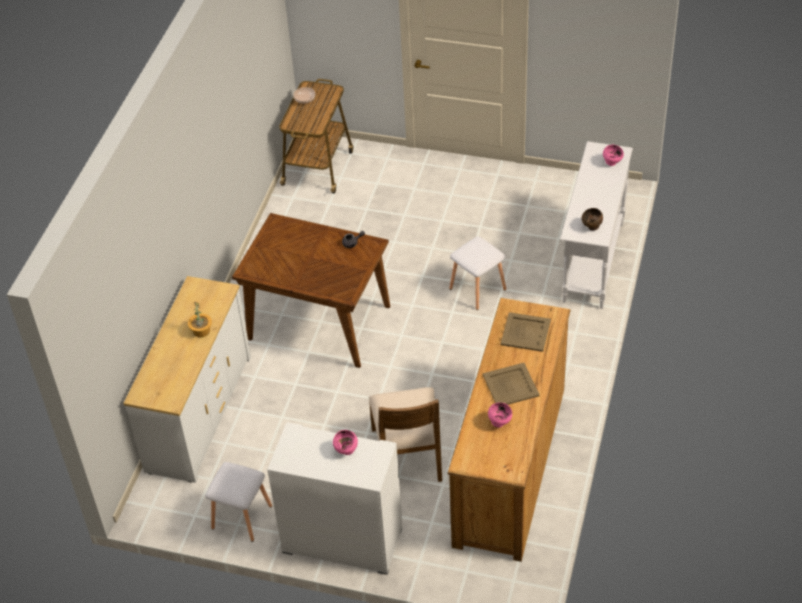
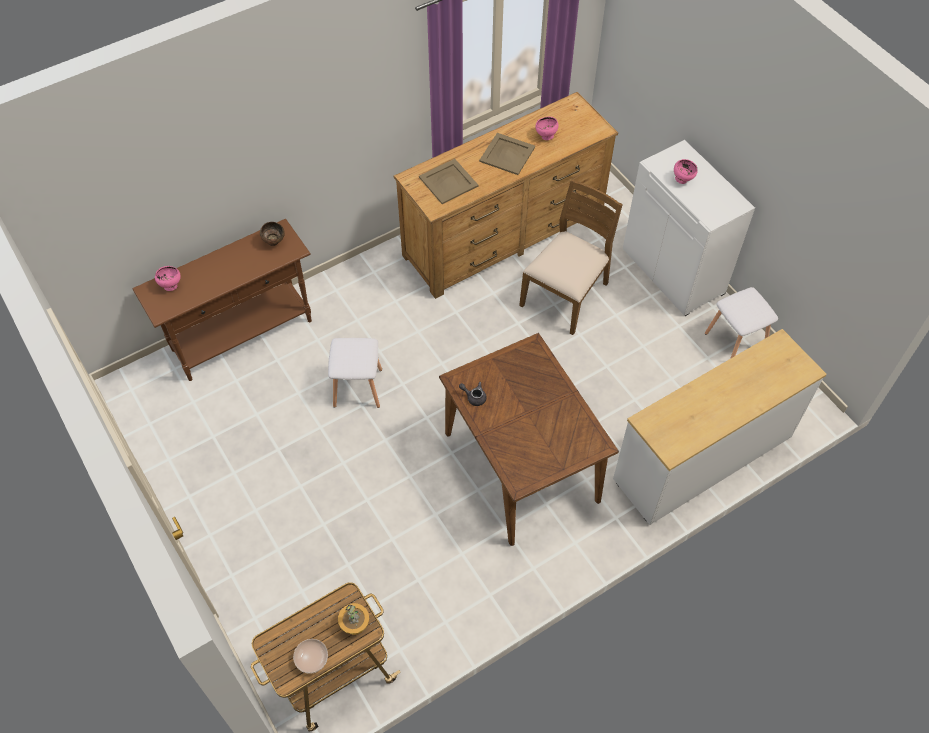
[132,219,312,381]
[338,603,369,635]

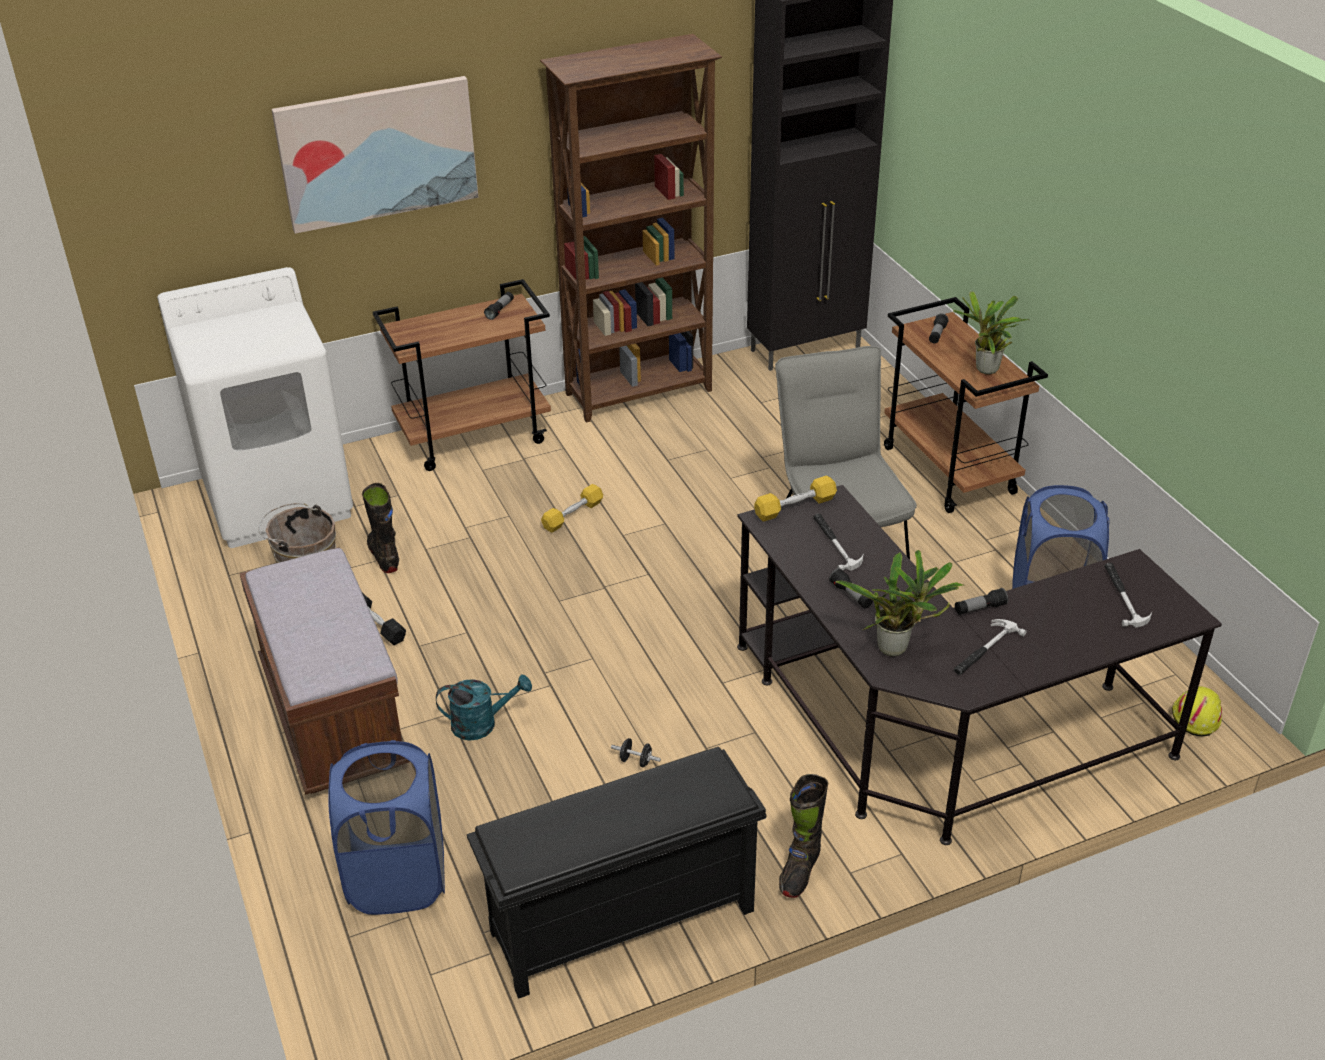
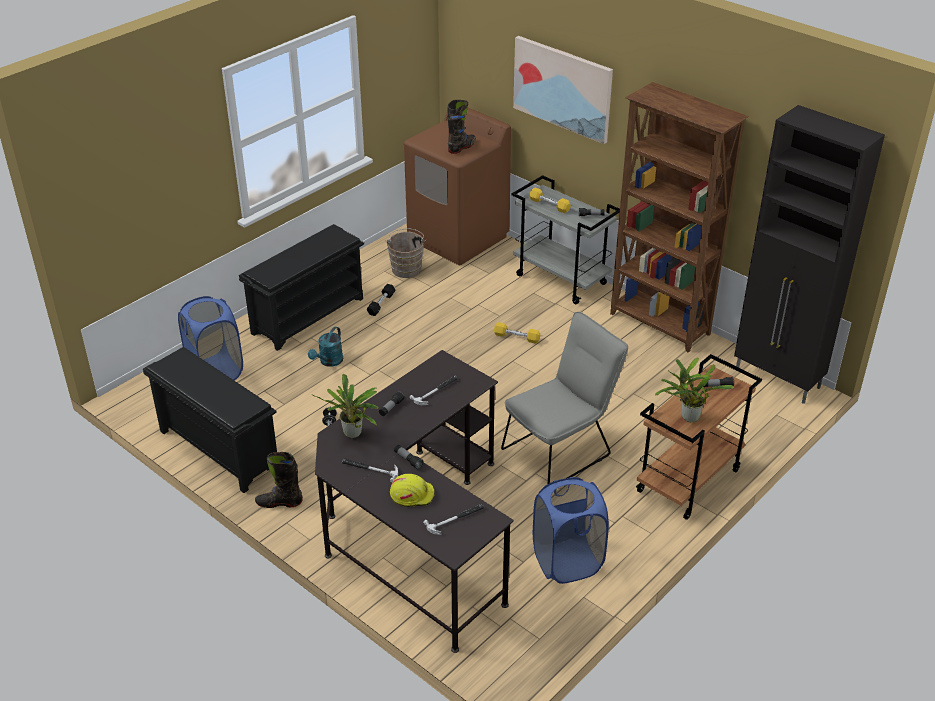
[239,224,364,351]
[308,327,343,367]
[390,474,435,507]
[404,108,511,265]
[448,100,476,154]
[512,175,620,304]
[529,187,571,213]

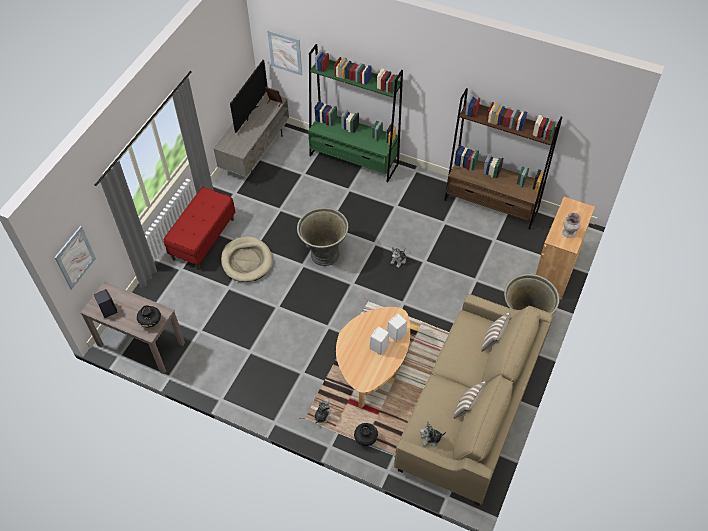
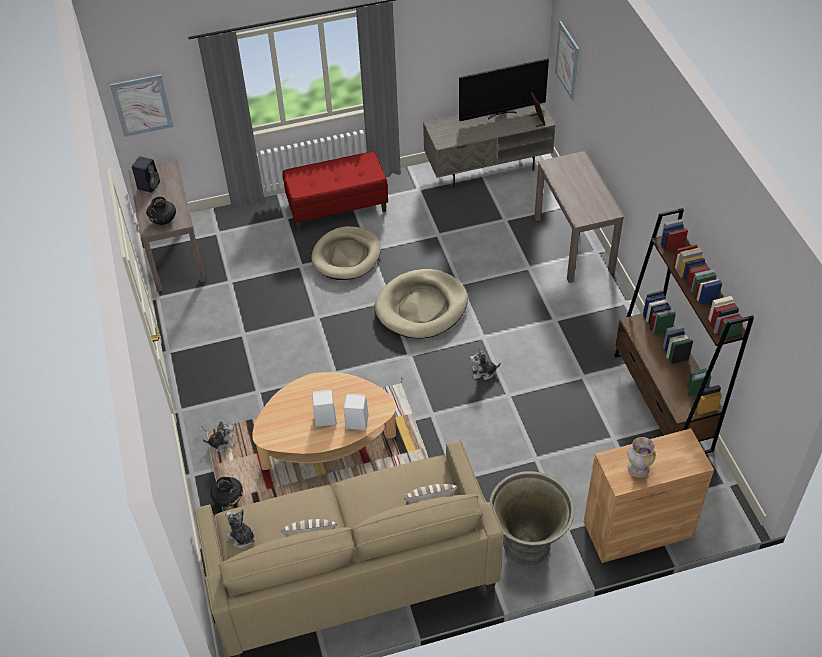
[375,269,468,339]
[534,151,624,283]

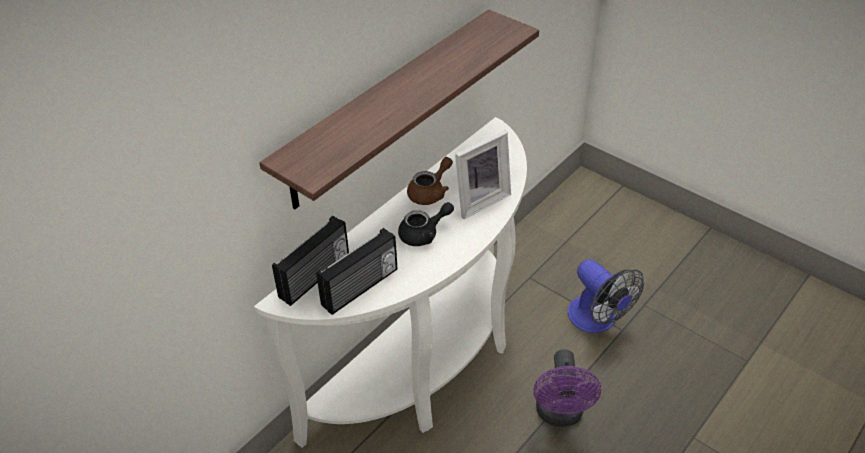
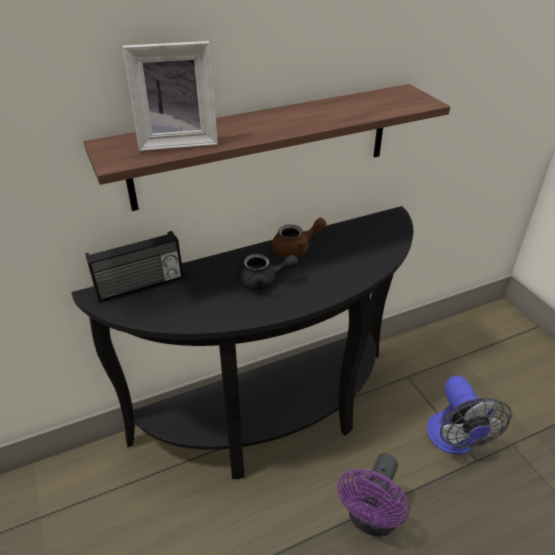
[71,206,413,479]
[122,41,218,151]
[316,228,397,315] (first image)

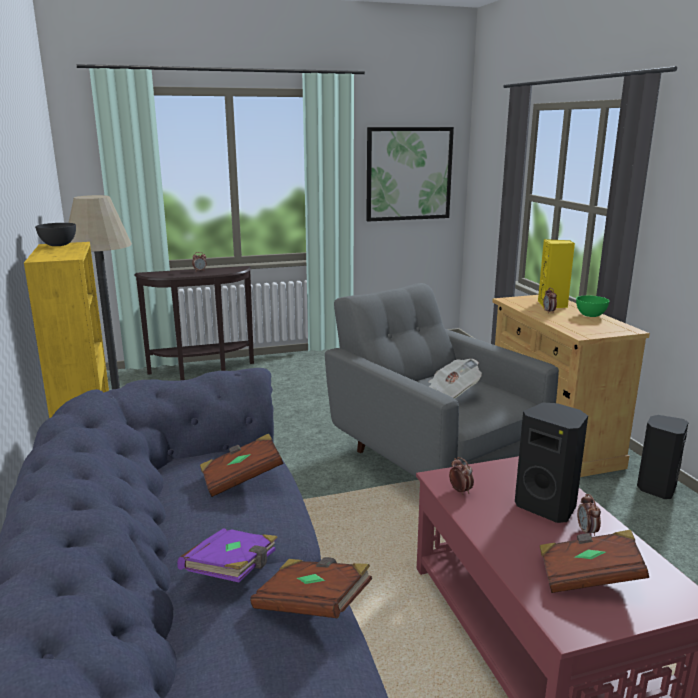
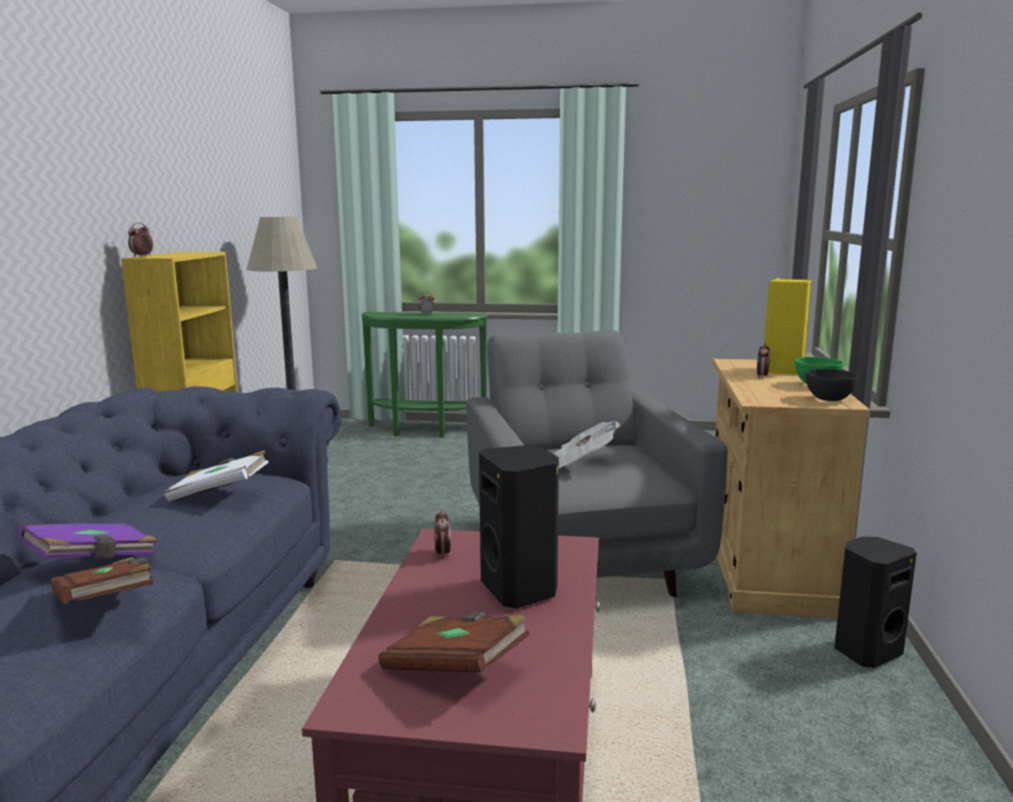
[128,223,153,257]
[164,450,269,502]
[361,312,489,438]
[806,369,858,401]
[366,127,454,221] (first image)

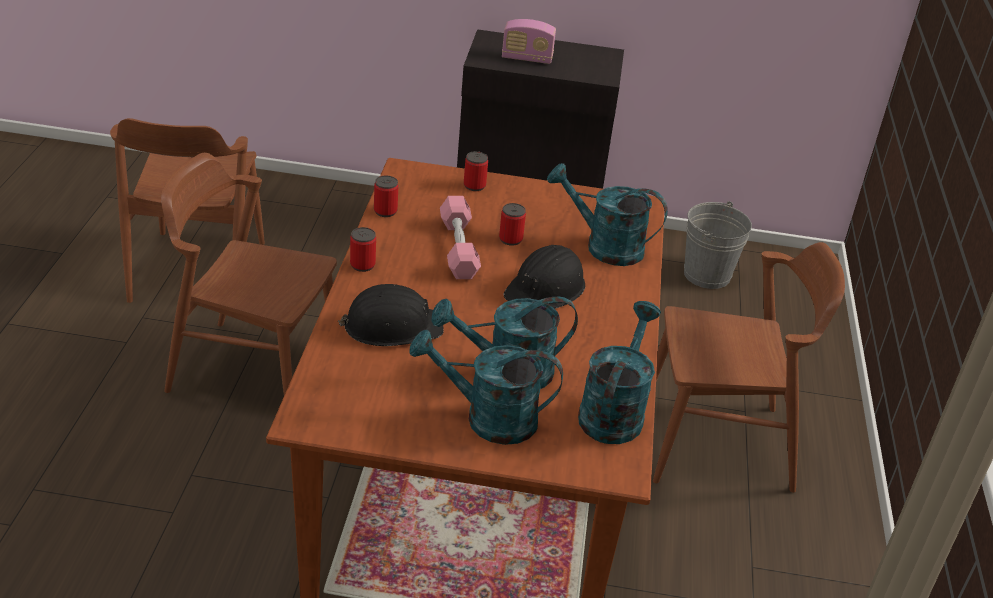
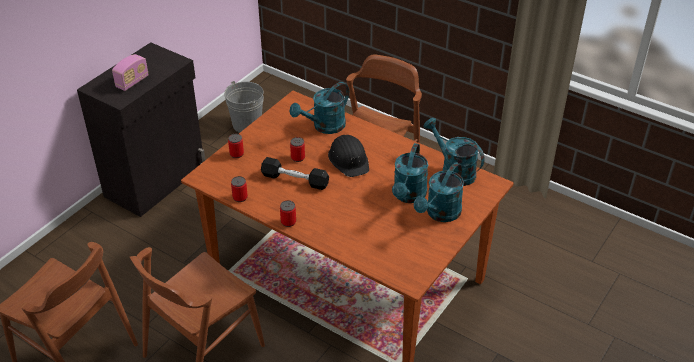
[261,157,329,190]
[338,284,444,346] (first image)

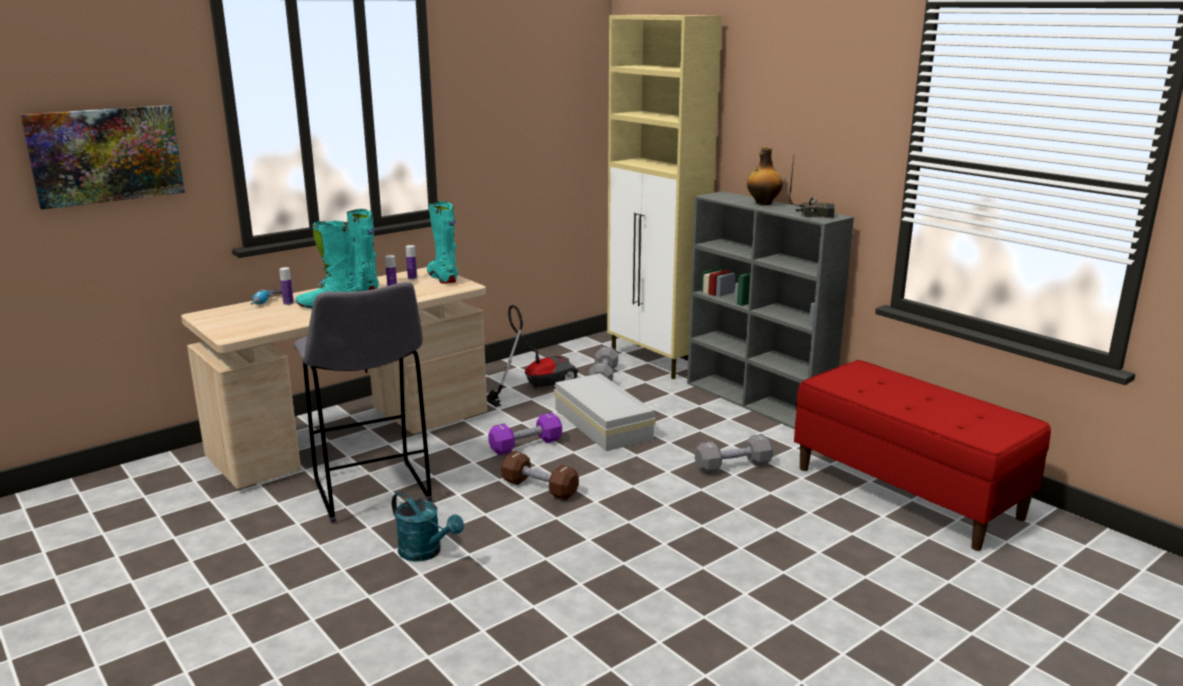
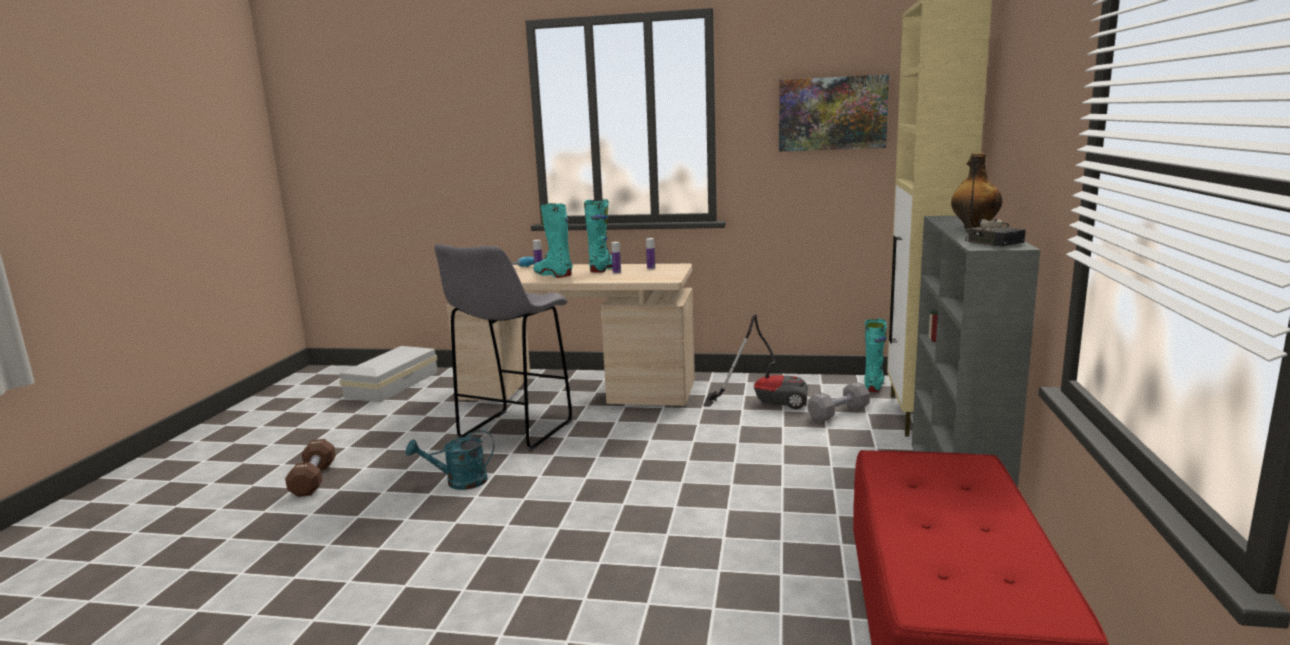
[285,439,336,497]
[339,346,438,402]
[406,430,494,490]
[779,74,889,151]
[864,319,887,392]
[488,412,562,455] (first image)
[695,434,773,474] (first image)

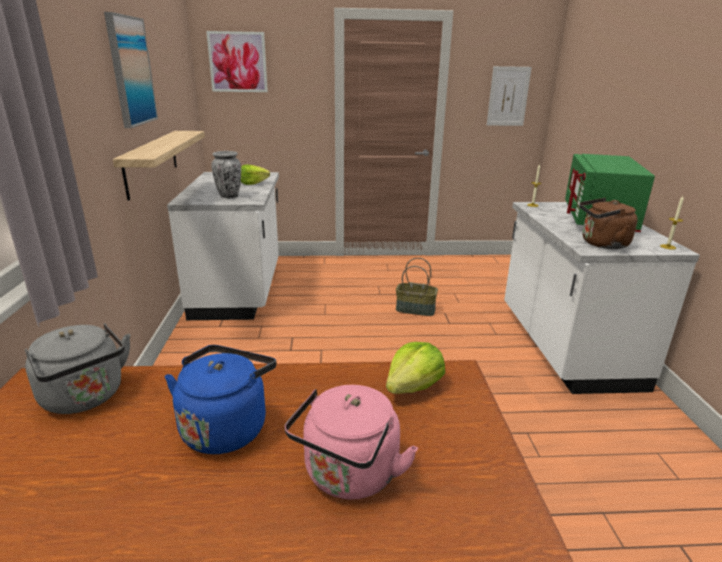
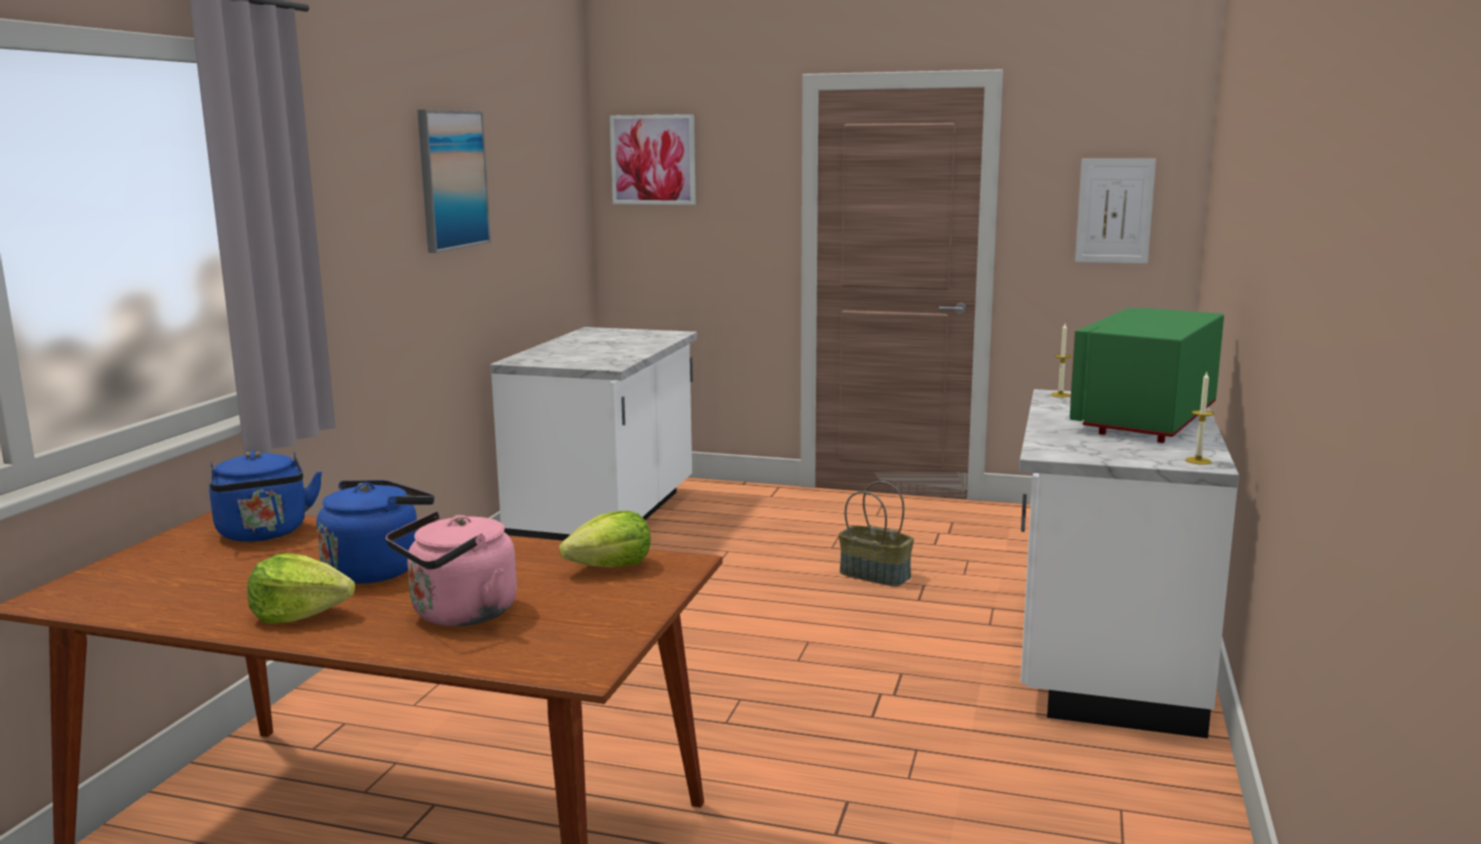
[209,451,323,542]
[247,553,355,623]
[113,131,205,200] (first image)
[211,151,241,198] (first image)
[579,198,638,249] (first image)

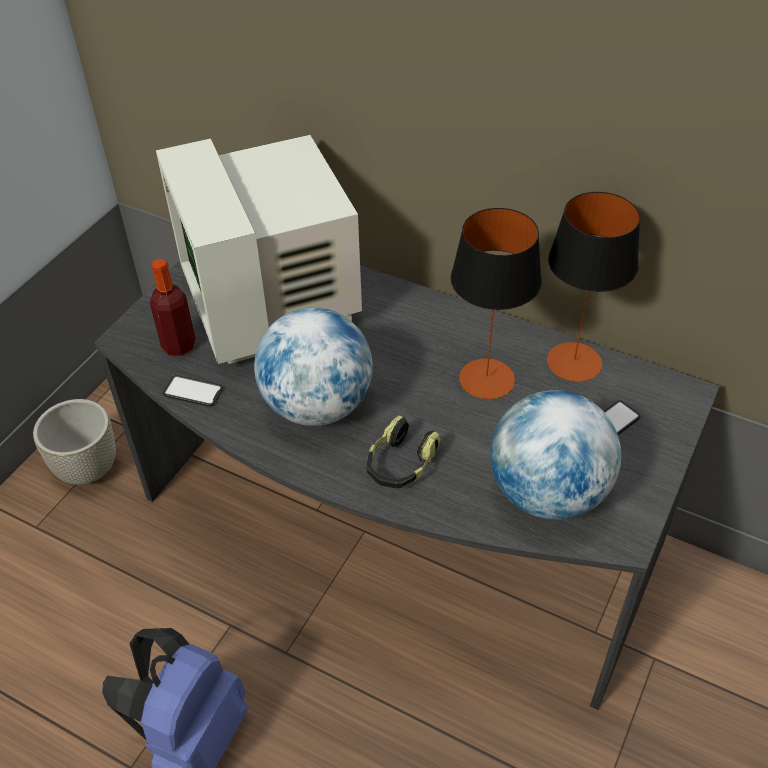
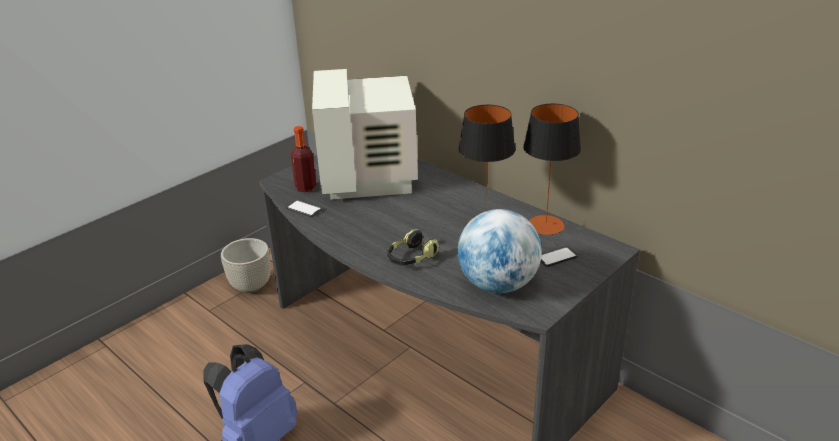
[254,307,373,426] (first image)

